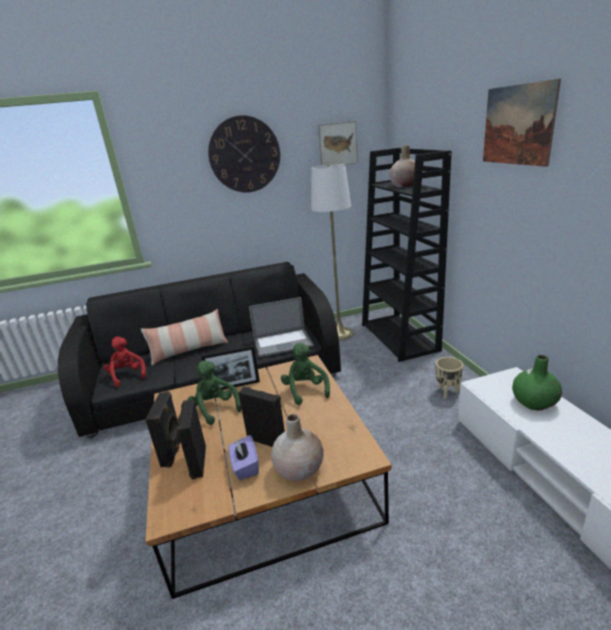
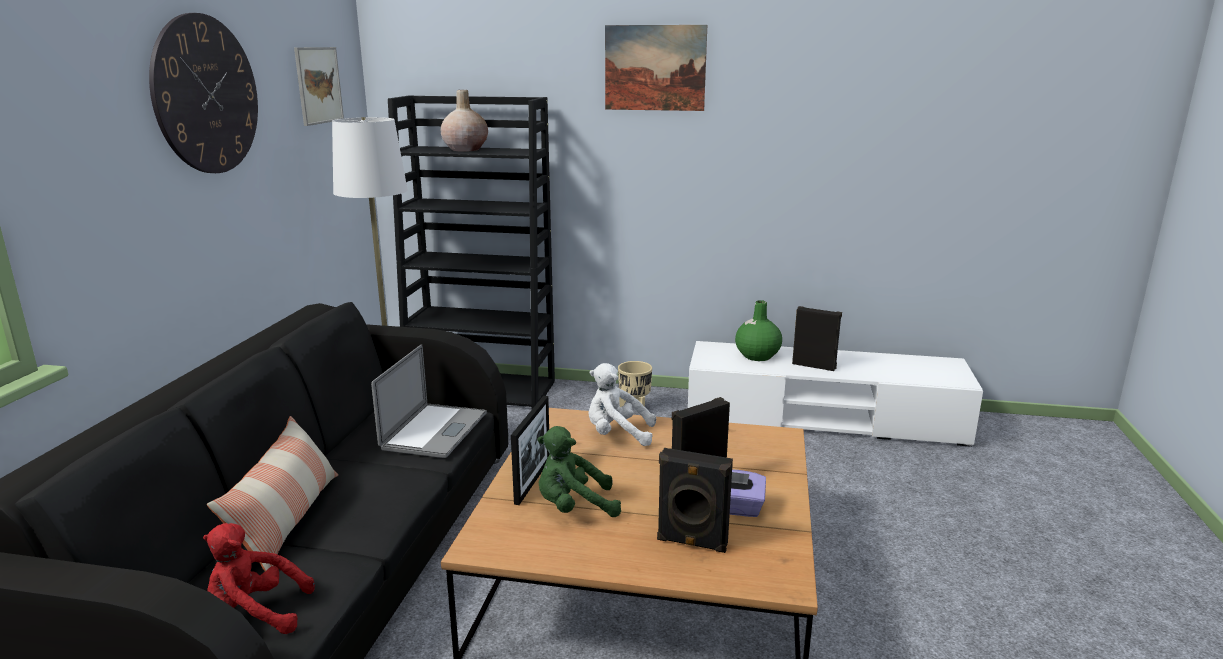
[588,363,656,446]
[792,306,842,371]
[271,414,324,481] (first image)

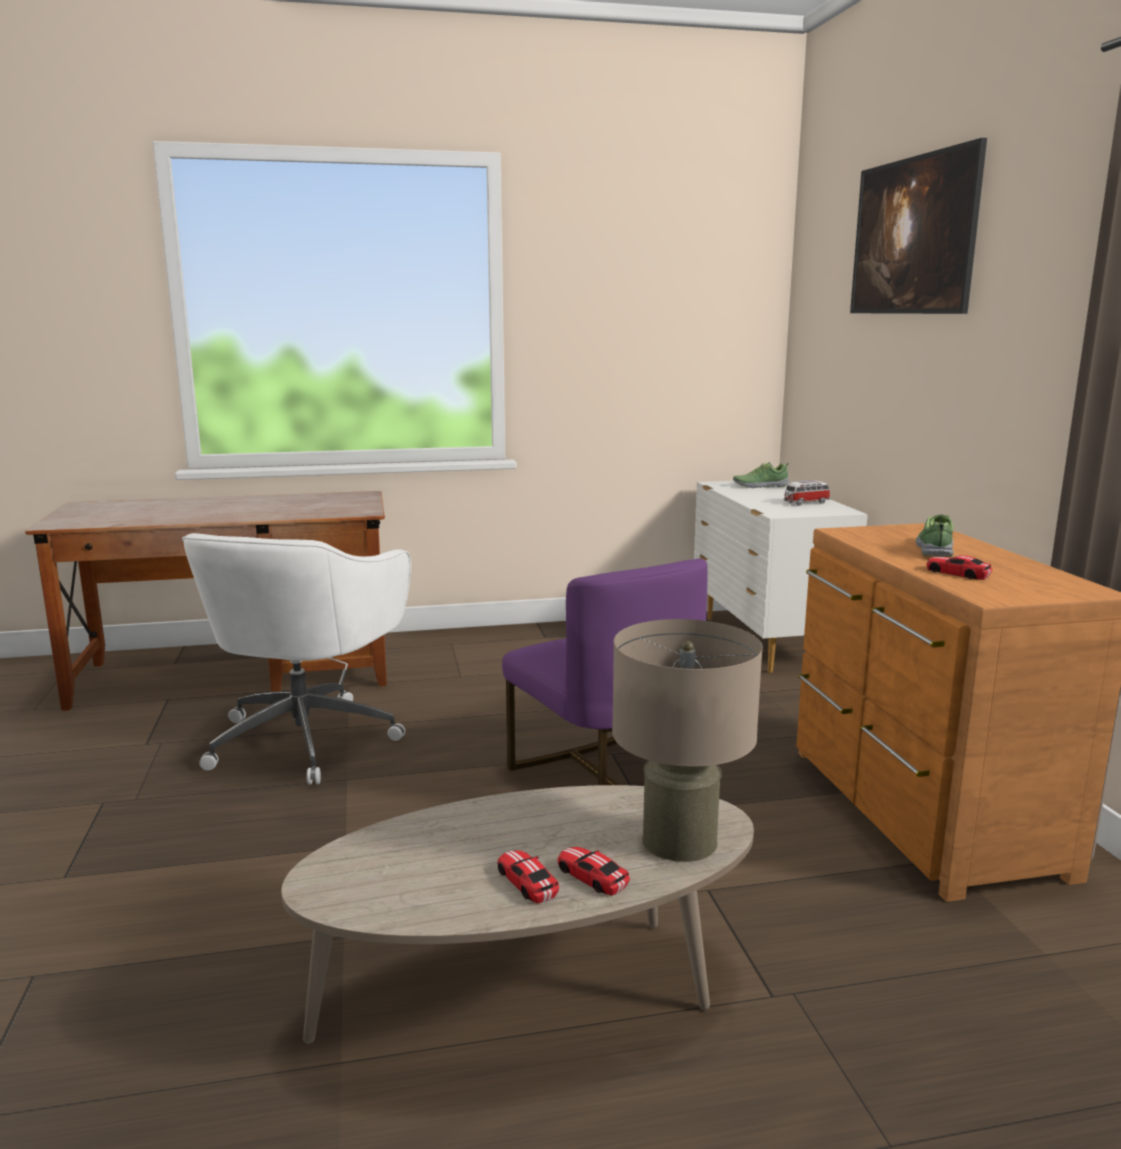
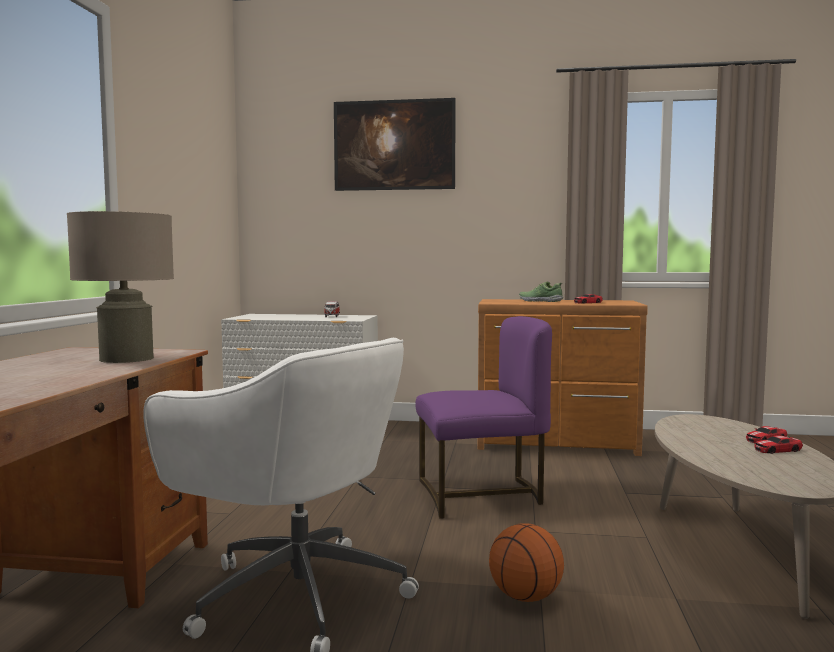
[67,211,174,363]
[489,523,564,602]
[733,462,789,488] (first image)

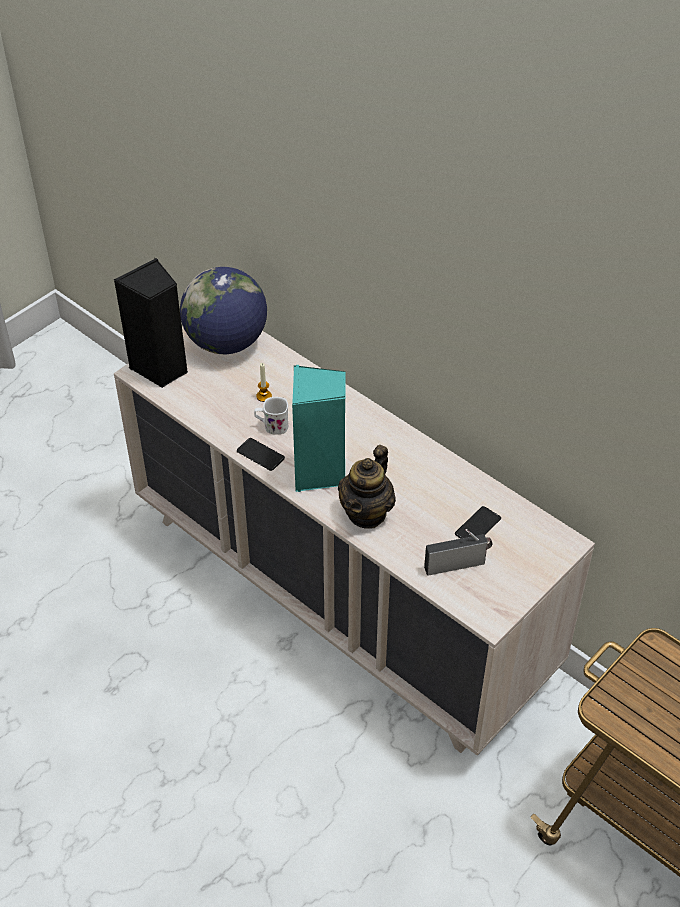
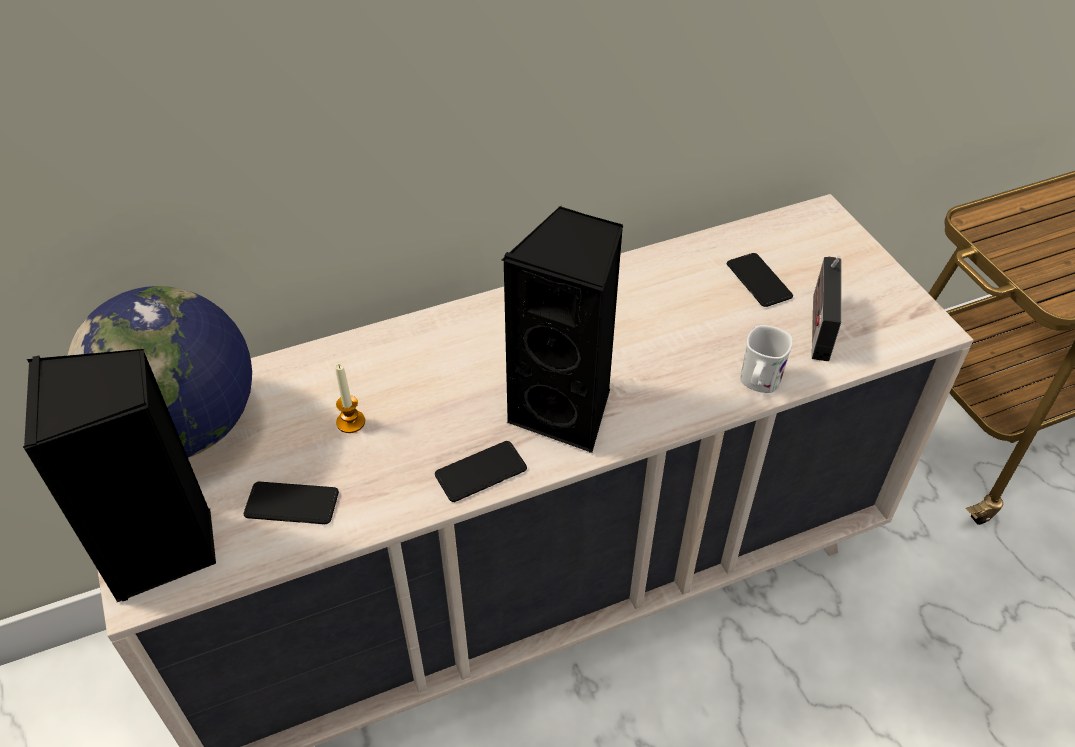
[244,482,339,524]
[501,206,623,453]
[740,325,793,393]
[338,445,396,528] (first image)

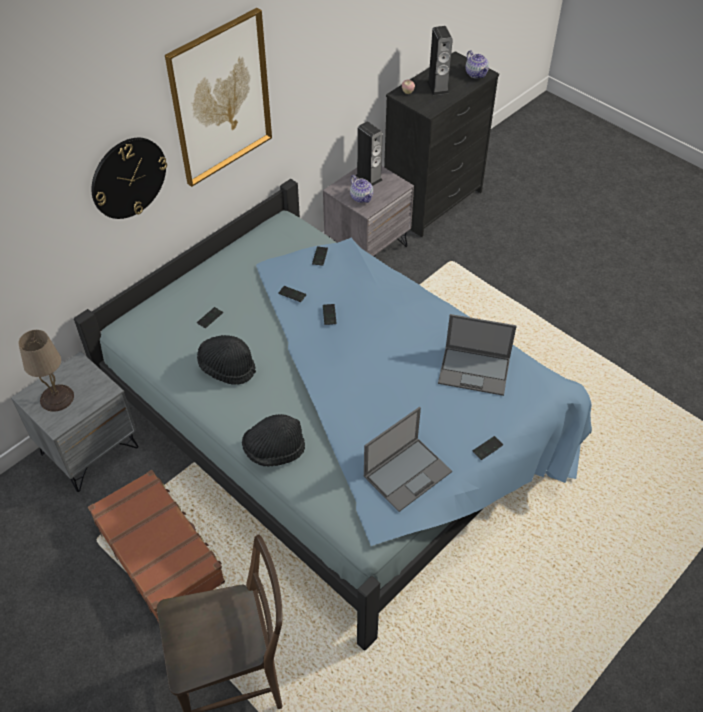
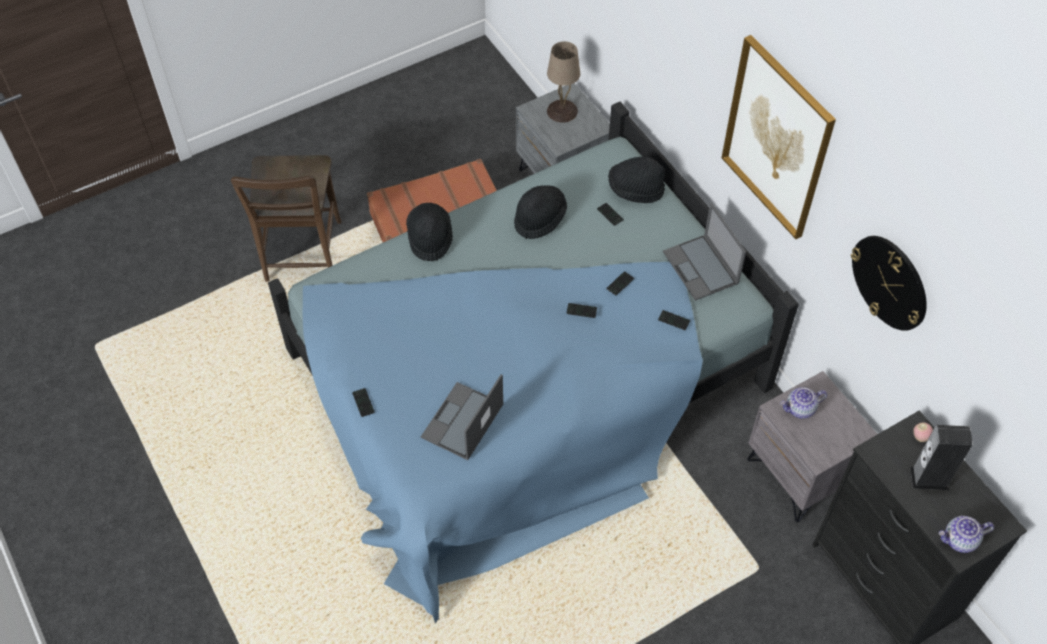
[608,157,665,203]
[663,203,746,301]
[851,236,927,331]
[356,121,383,186] (first image)

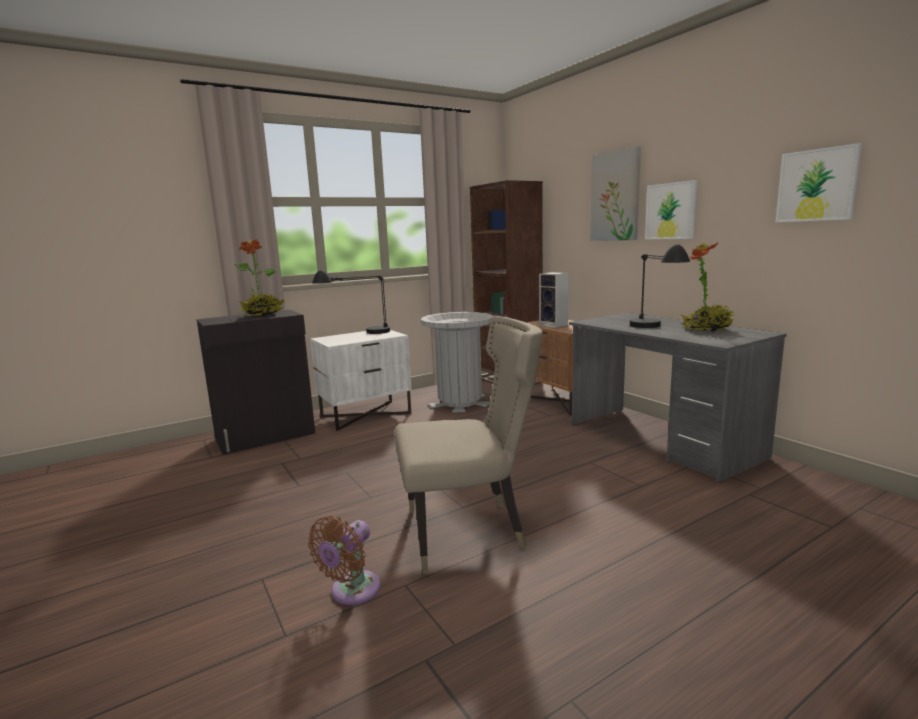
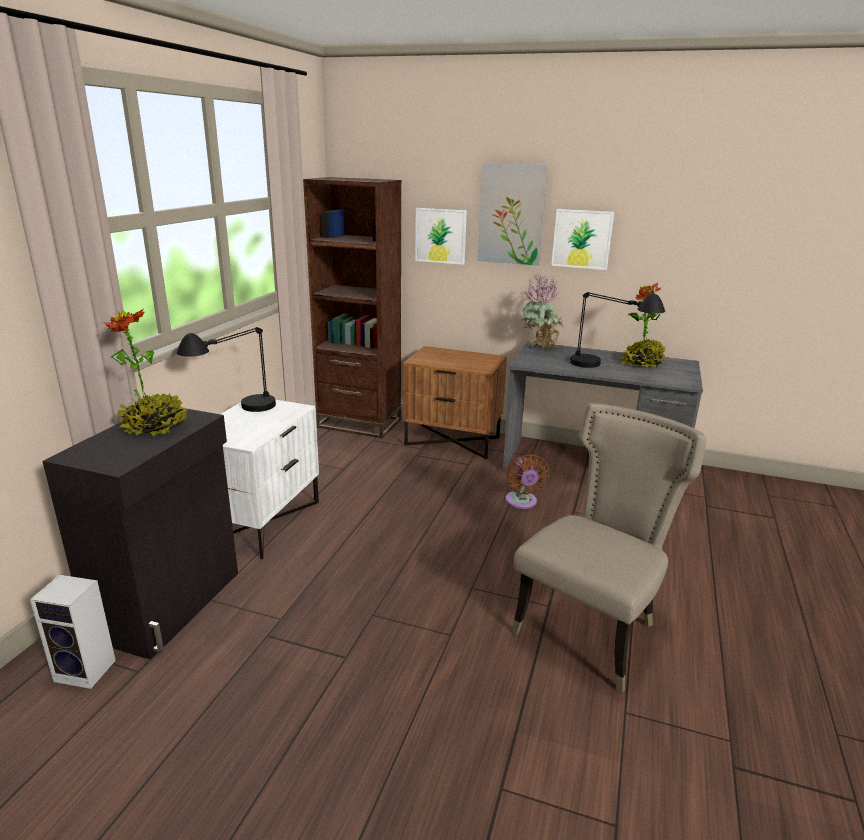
[30,575,116,689]
[415,208,467,265]
[505,454,549,509]
[520,274,564,349]
[421,312,493,413] (first image)

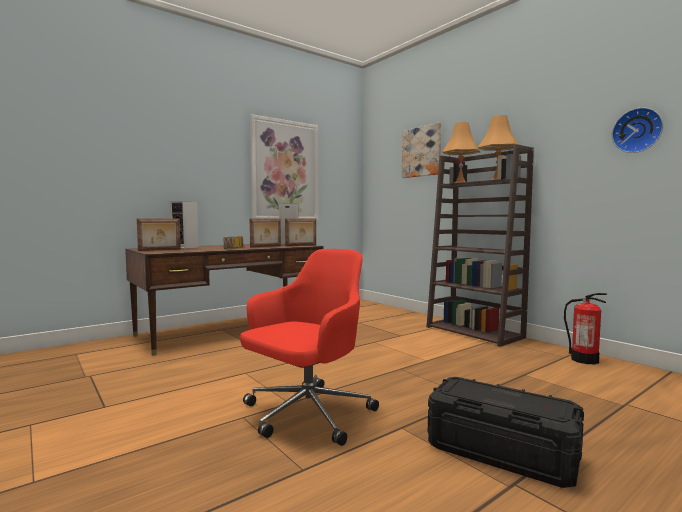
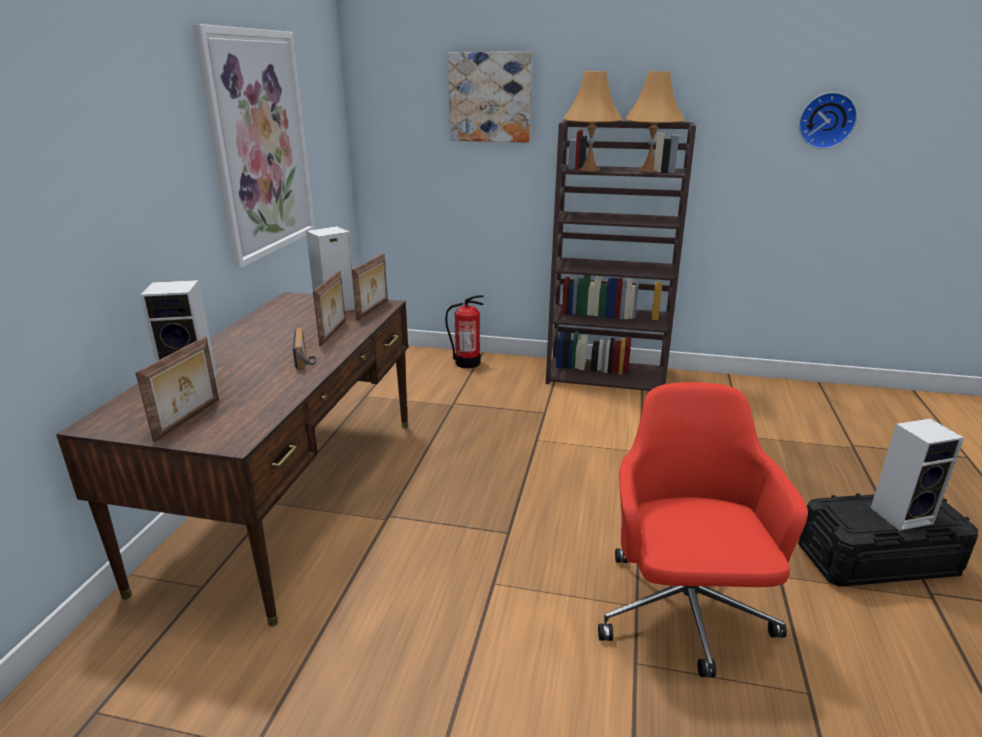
[445,295,484,368]
[871,418,964,531]

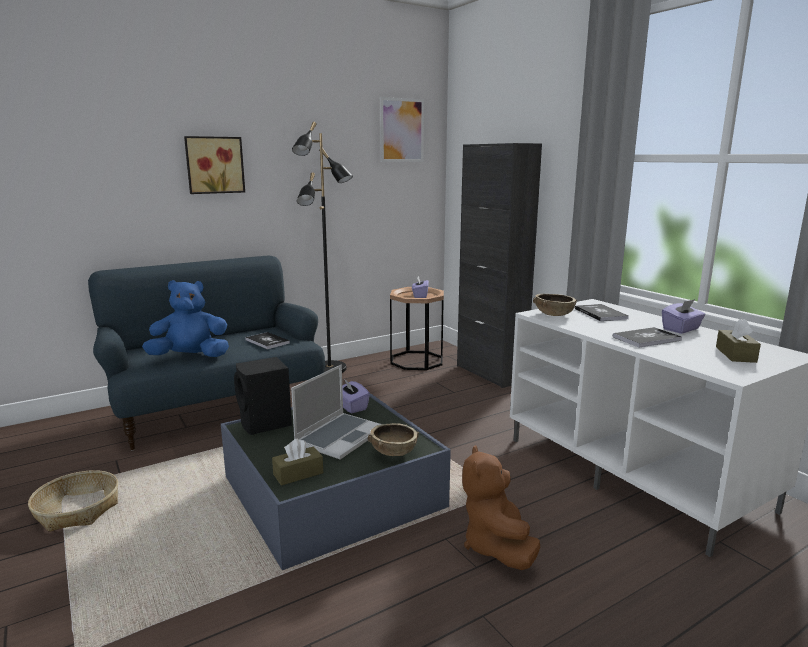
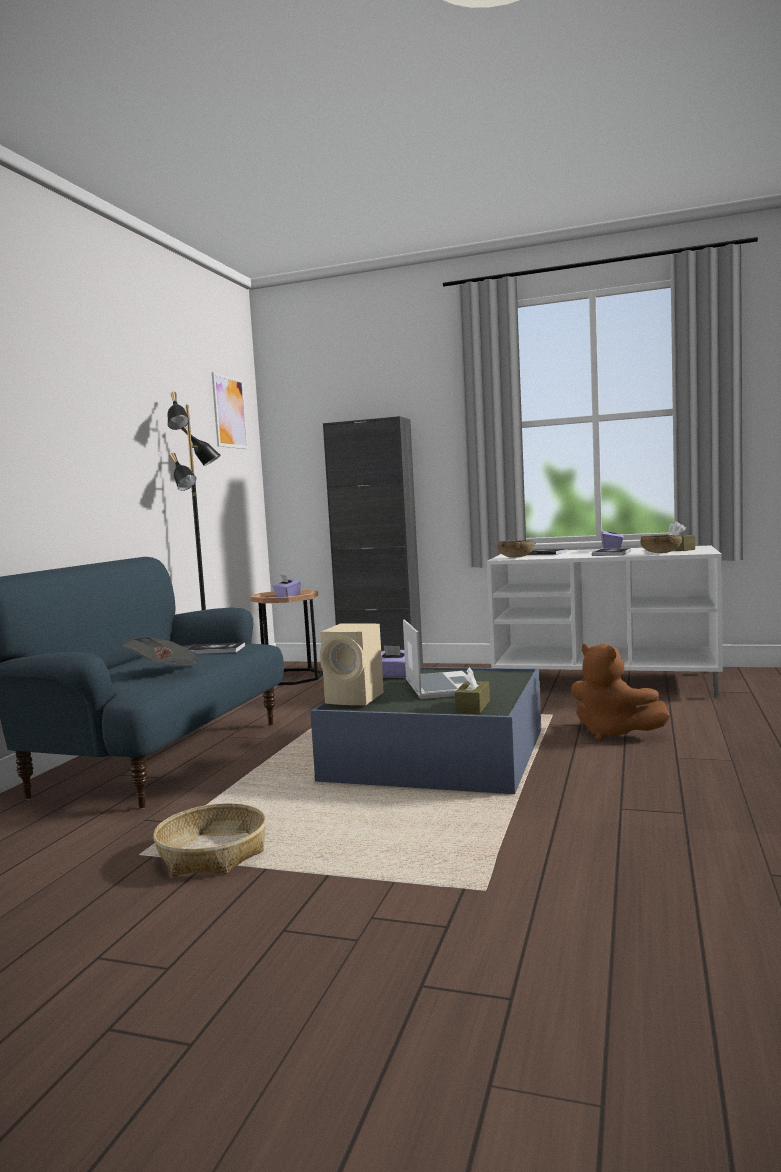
[122,637,199,665]
[320,624,384,705]
[640,535,682,553]
[184,136,245,194] (first image)

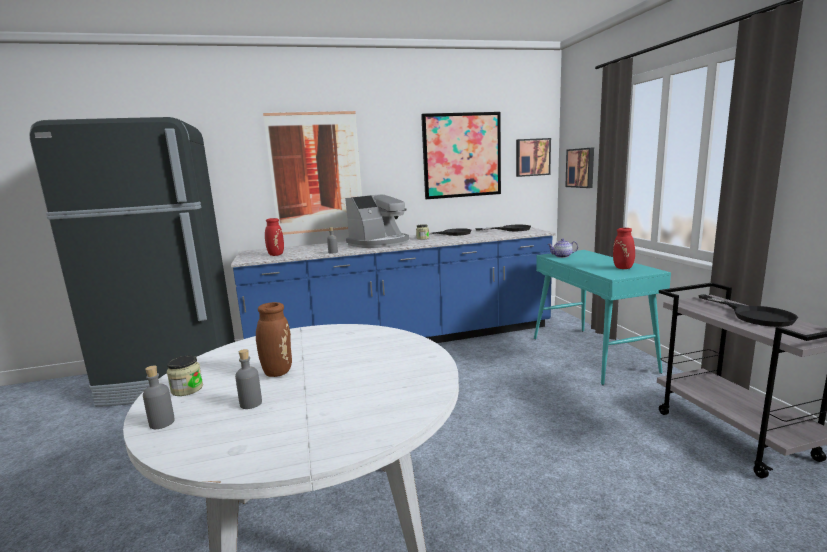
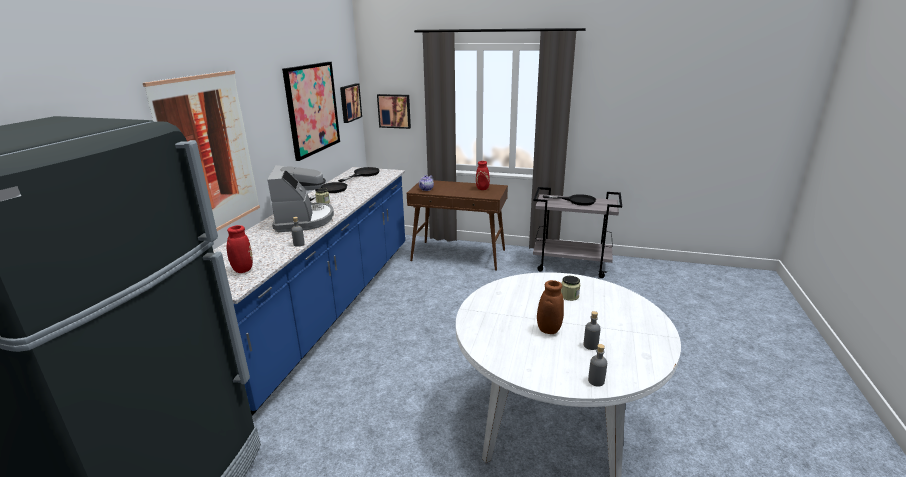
[407,180,508,271]
[561,276,580,301]

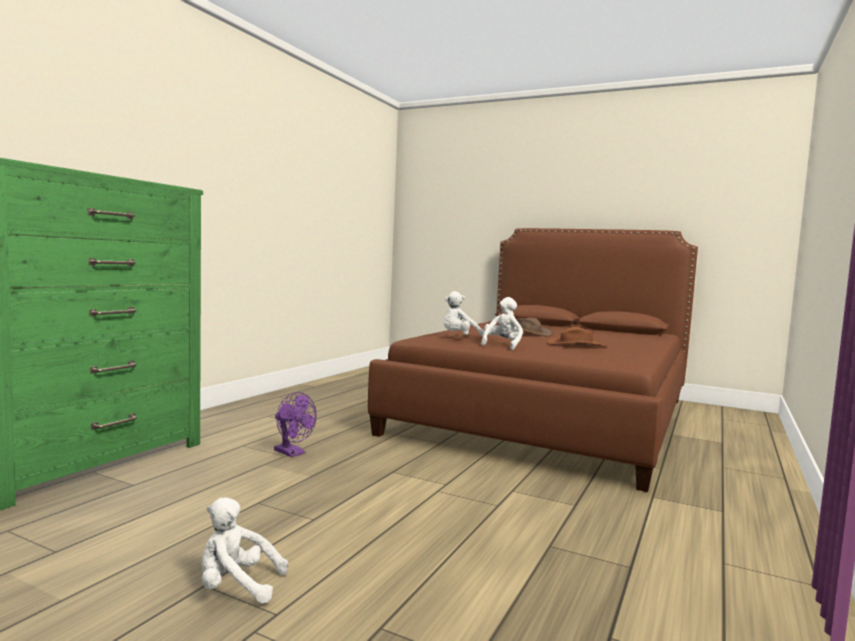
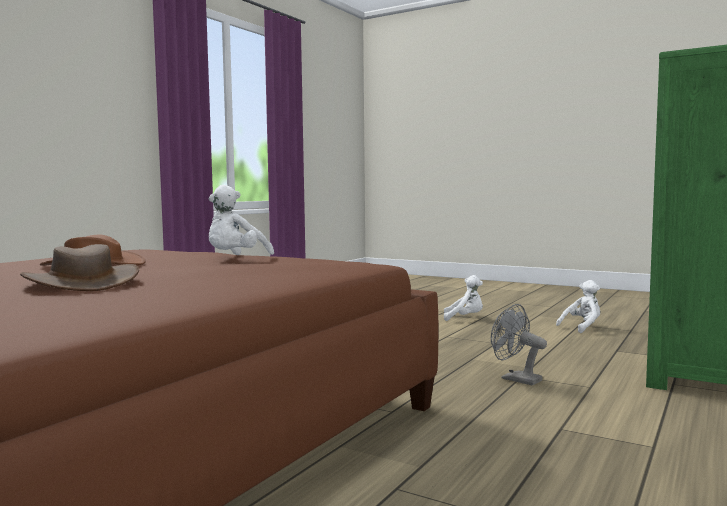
[491,304,547,385]
[556,280,600,333]

